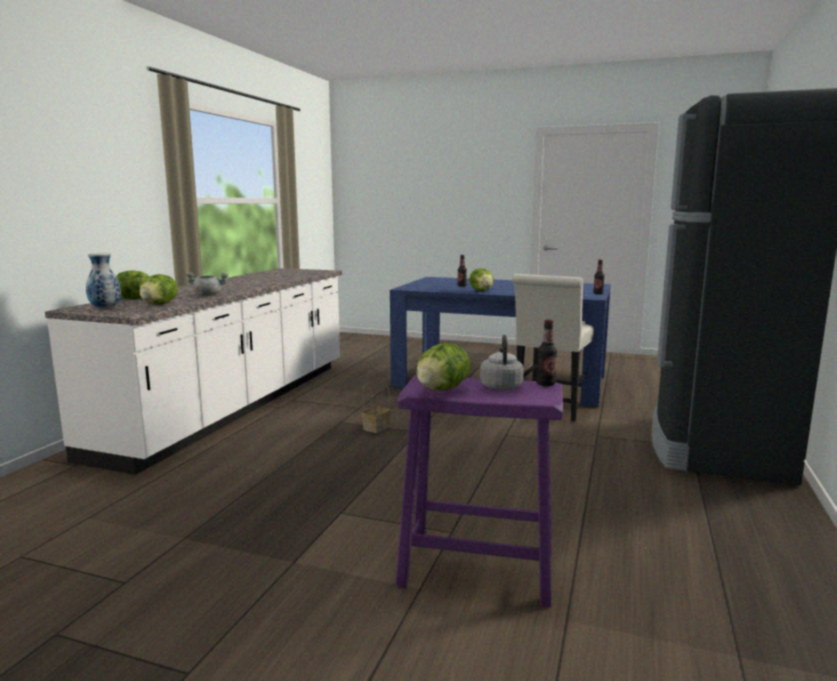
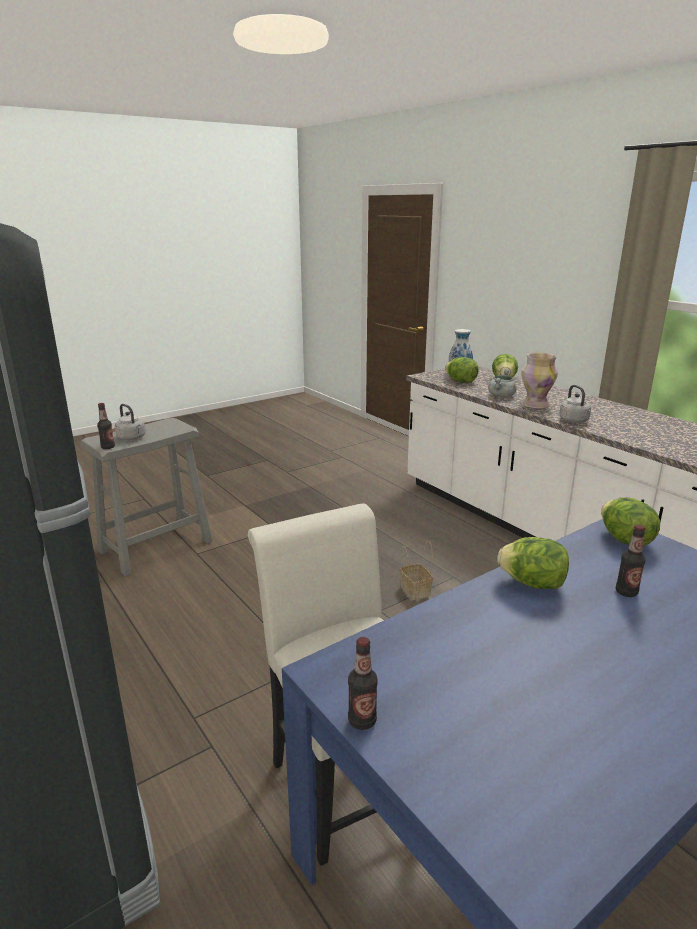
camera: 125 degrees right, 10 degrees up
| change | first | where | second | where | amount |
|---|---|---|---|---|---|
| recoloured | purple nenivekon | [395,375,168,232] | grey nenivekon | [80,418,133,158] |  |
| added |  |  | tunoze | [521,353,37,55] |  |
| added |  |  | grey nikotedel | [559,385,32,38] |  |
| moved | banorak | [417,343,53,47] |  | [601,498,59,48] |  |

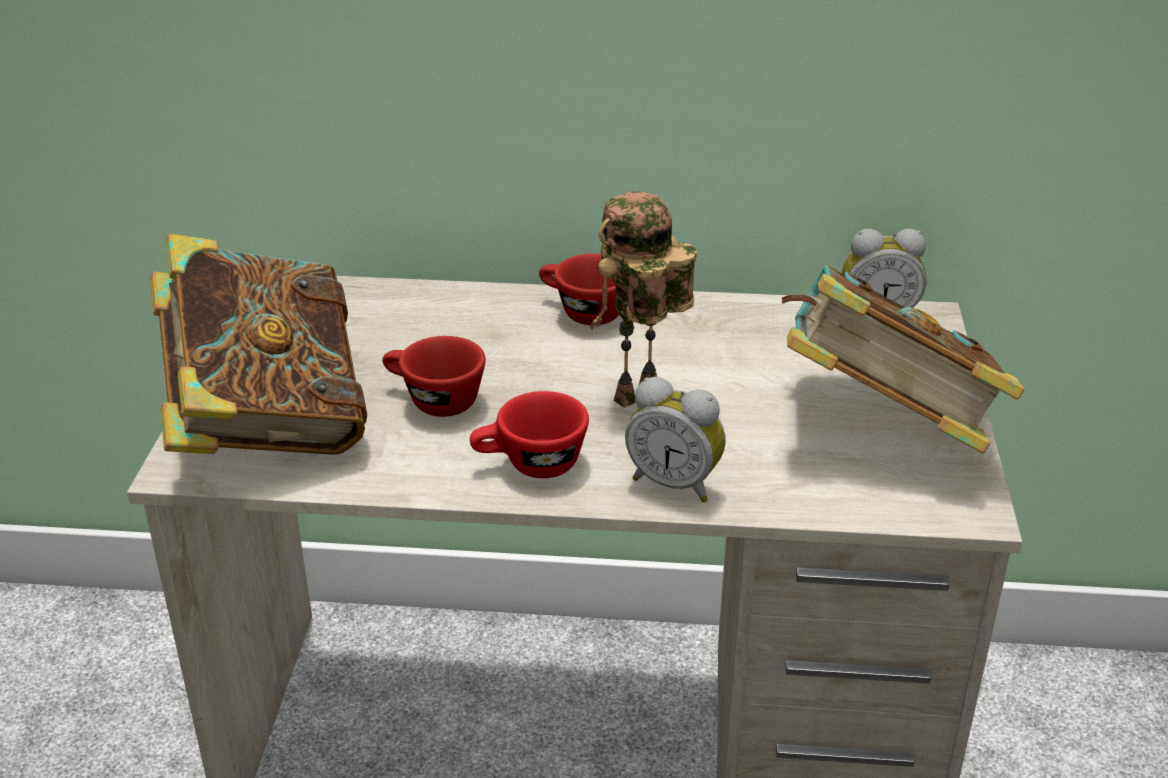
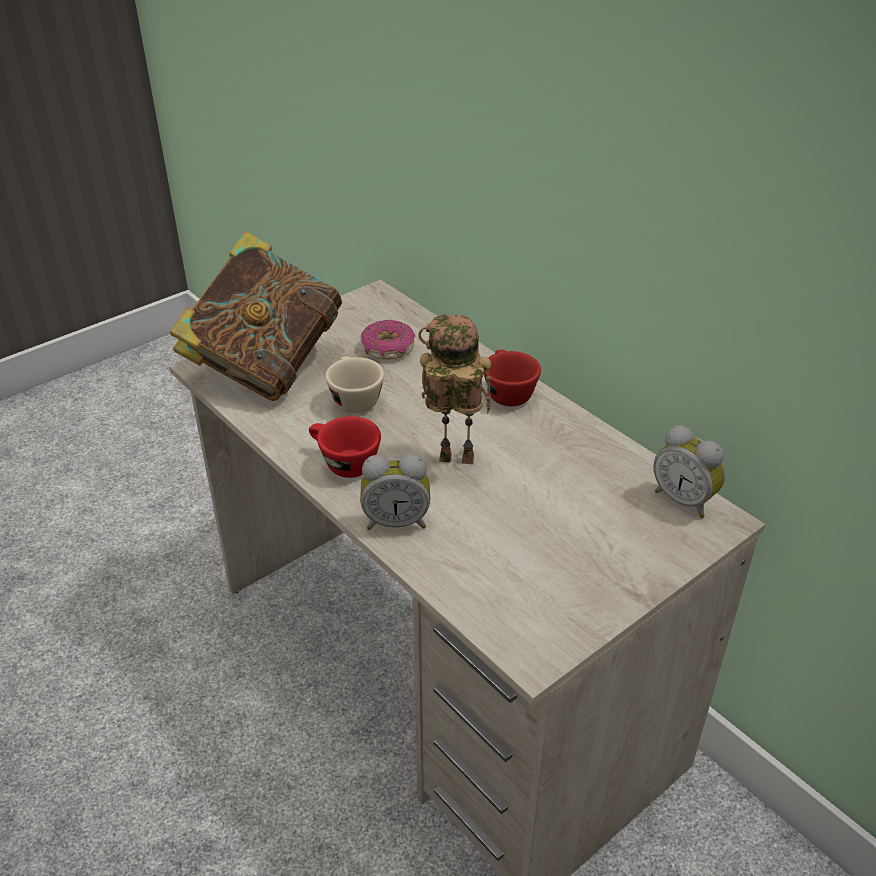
camera: 45 degrees right, 5 degrees up
| change | first | where | second | where | amount |
|---|---|---|---|---|---|
| recoloured | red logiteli | [382,336,104,81] | beige logiteli | [325,356,59,57] |  |
| turned | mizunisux | [625,377,101,126] |  | [360,454,70,76] | 75 degrees counterclockwise |
| added |  |  | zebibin | [361,320,54,40] |  |
| removed | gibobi | [782,265,243,188] |  |  |  |

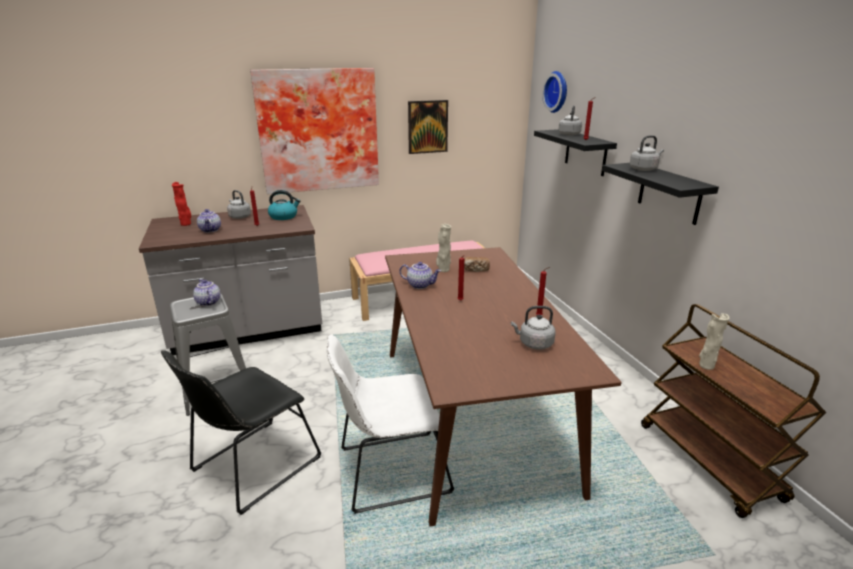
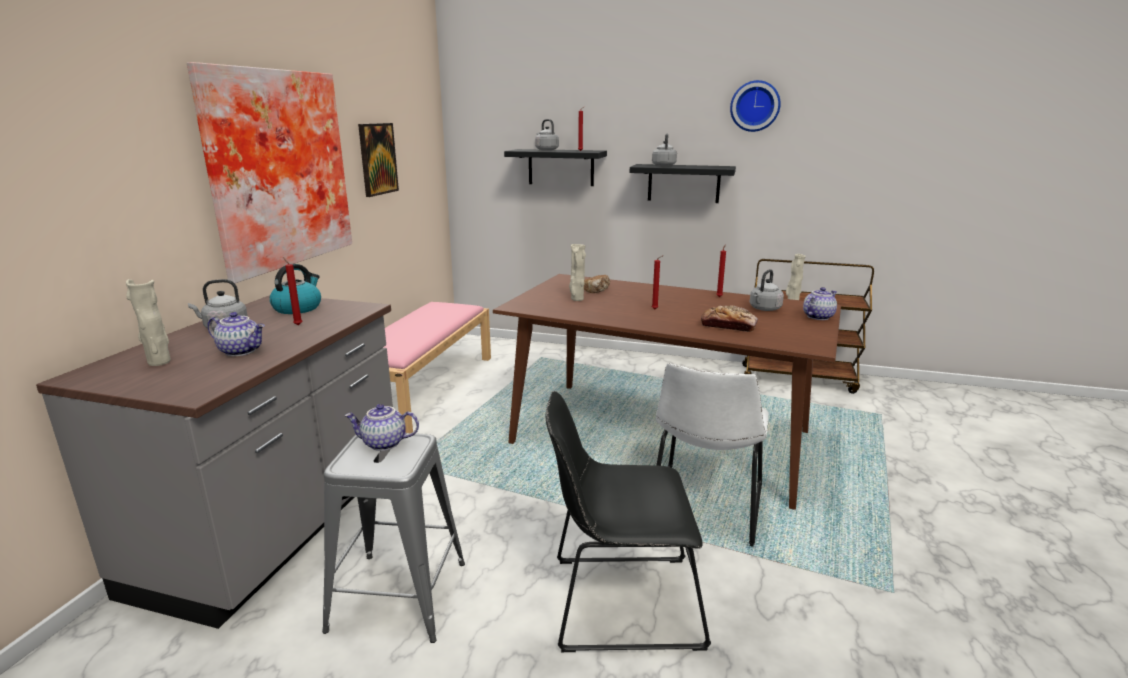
camera: 55 degrees left, 5 degrees down
| change | first | where | second | where | amount |
|---|---|---|---|---|---|
| recoloured | red tunoze | [172,182,19,44] | beige tunoze | [126,279,45,87] |  |
| turned | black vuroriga | [161,350,160,165] |  | [546,391,165,261] | 105 degrees clockwise |
| added |  |  | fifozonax | [701,305,57,27] |  |
| moved | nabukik | [542,71,25,42] |  | [730,80,51,52] |  |
| moved | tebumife | [399,262,42,27] |  | [803,287,34,33] |  |

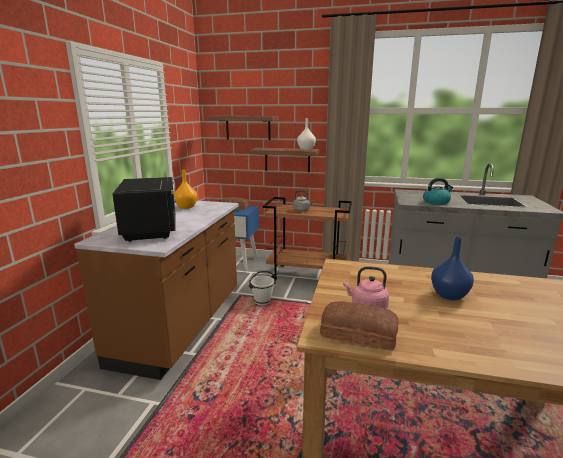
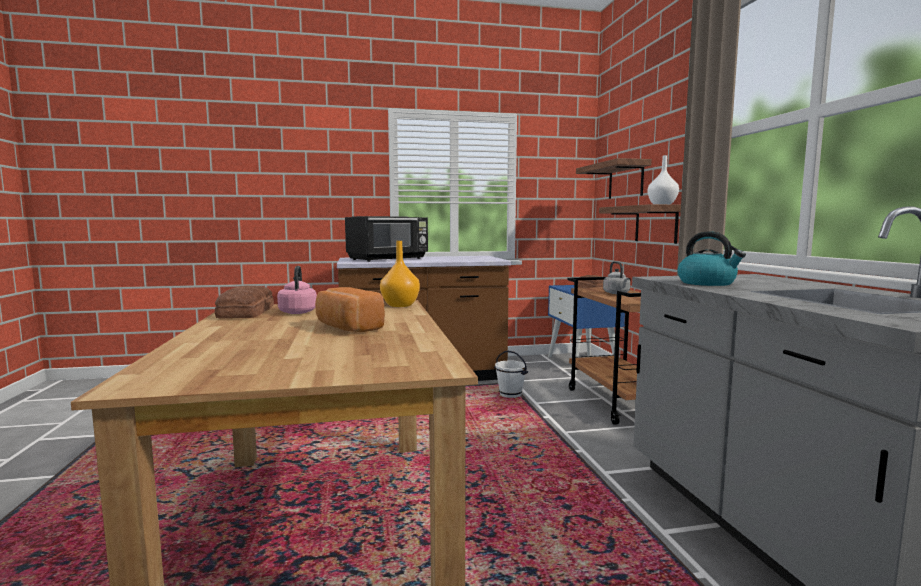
camera: 65 degrees right, 10 degrees down
| change | first | where | second | where | amount |
|---|---|---|---|---|---|
| replaced | blue tunoze | [431,236,43,64] | fifozonax | [315,287,70,45] |  |
| moved | orange tunoze | [174,170,24,39] |  | [380,241,40,66] |  |

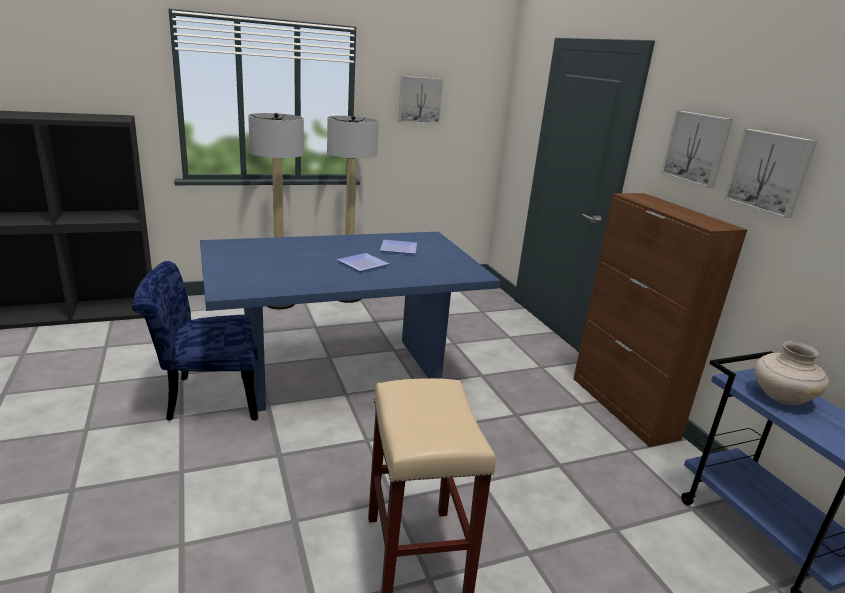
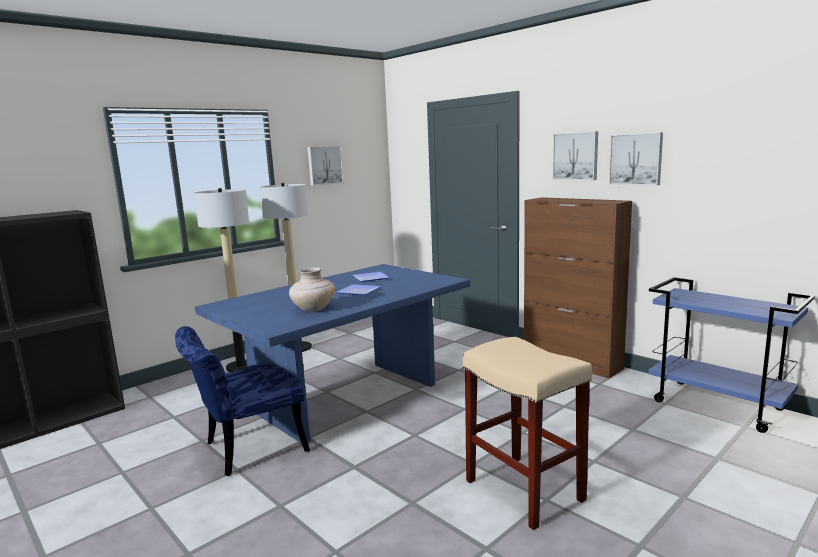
camera: 20 degrees left, 10 degrees down
| change | first | where | second | where | amount |
|---|---|---|---|---|---|
| moved | beige tunoze | [754,341,75,64] |  | [289,267,46,45] |  |

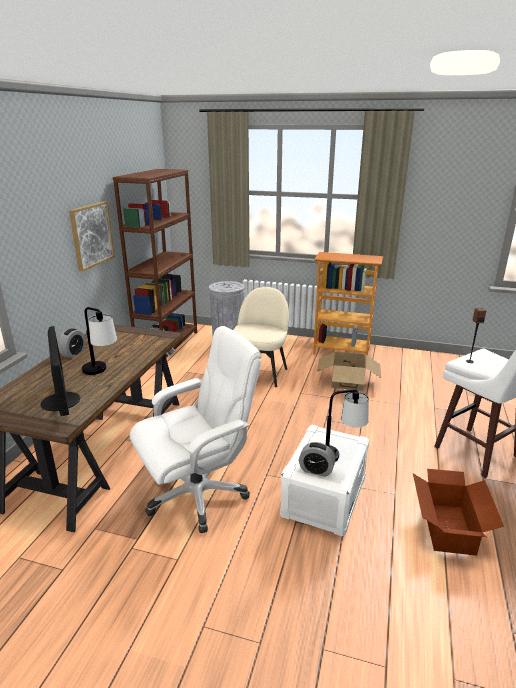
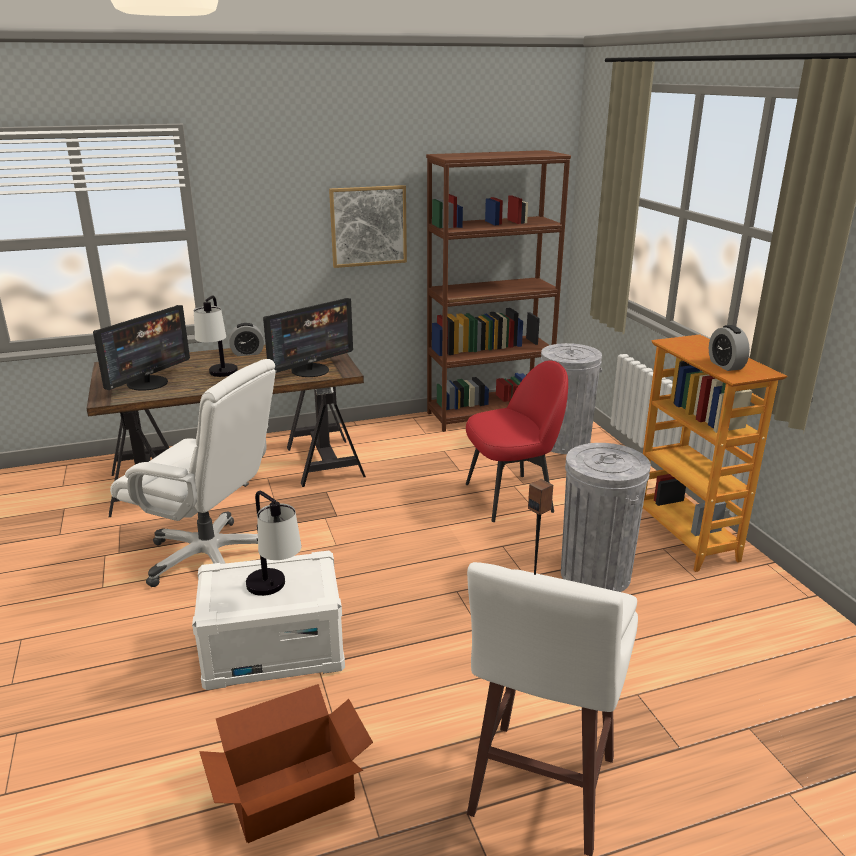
camera: 55 degrees right, 0 degrees up
| change | first | where | second | where | amount |
|---|---|---|---|---|---|
| added |  |  | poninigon | [263,298,90,79] |  |
| recoloured | beige vuroriga | [233,287,56,100] | red vuroriga | [466,360,102,162] |  |
| replaced | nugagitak | [317,352,64,39] | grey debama | [561,443,90,149] |  |
| moved | mizunisux | [299,442,36,35] |  | [709,325,41,46] |  |

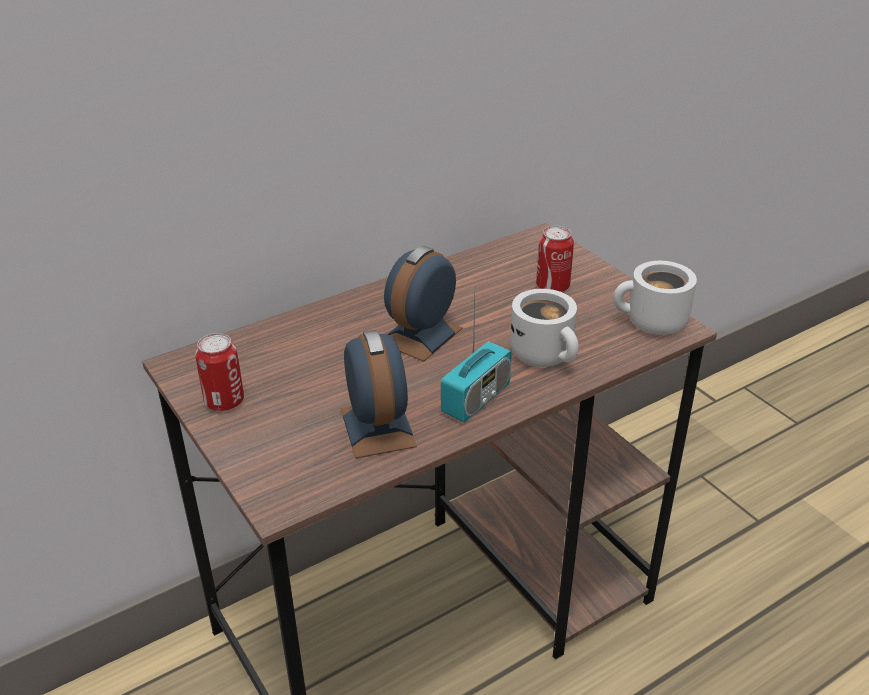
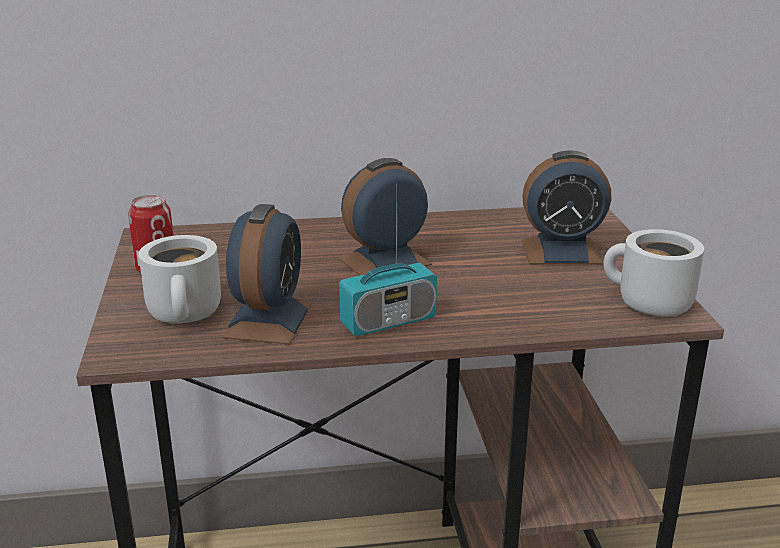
camera: 25 degrees right, 10 degrees down
| change | first | where | second | where | amount |
|---|---|---|---|---|---|
| moved | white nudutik | [510,289,69,78] |  | [138,235,83,88] |  |
| replaced | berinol | [536,226,38,66] | mizunisux | [522,150,89,114] |  |

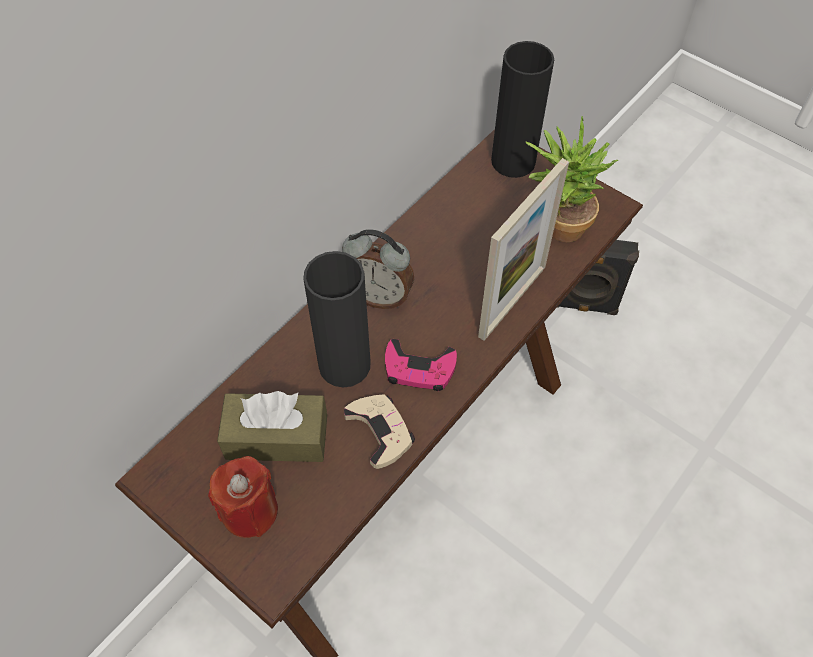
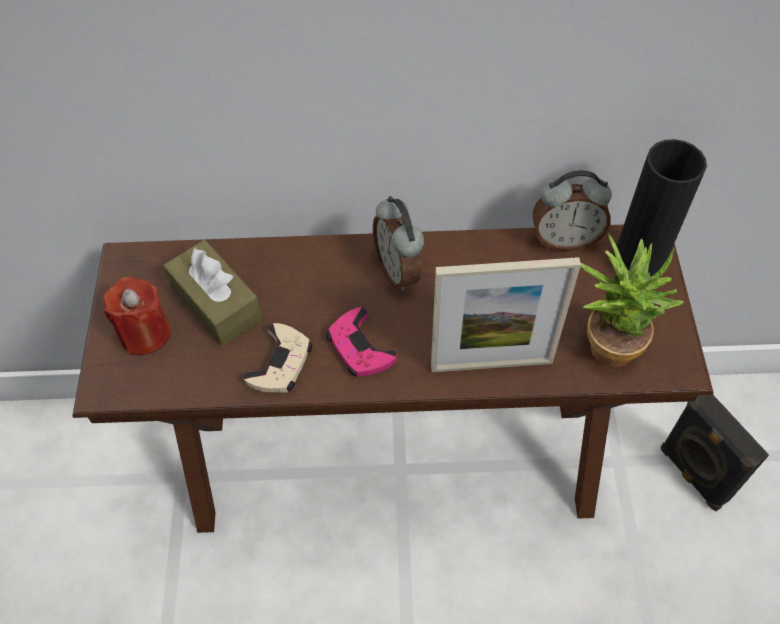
camera: 50 degrees right, 0 degrees up
| change | first | where | second | where | amount |
|---|---|---|---|---|---|
| added |  |  | mizunisux | [533,170,79,81] |  |
| removed | black tunoze | [303,251,68,137] |  |  |  |

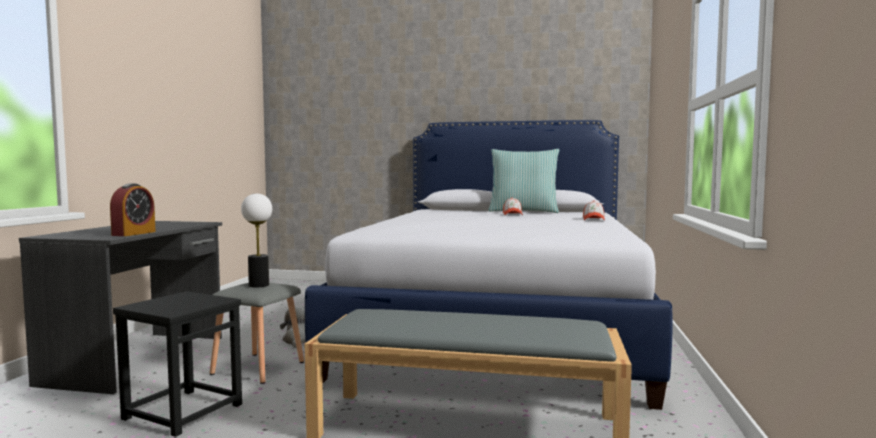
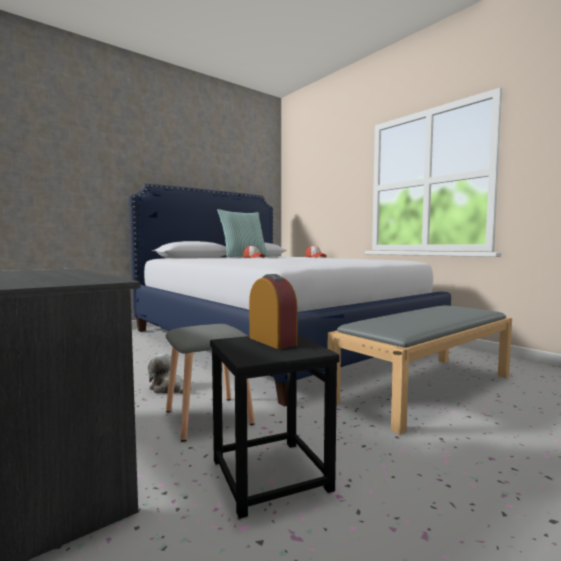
camera: 50 degrees left, 0 degrees up
| change | first | where | second | where | amount |
|---|---|---|---|---|---|
| moved | mizunisux | [110,183,46,53] |  | [249,274,48,75] |  |
| removed | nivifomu | [241,193,31,94] |  |  |  |

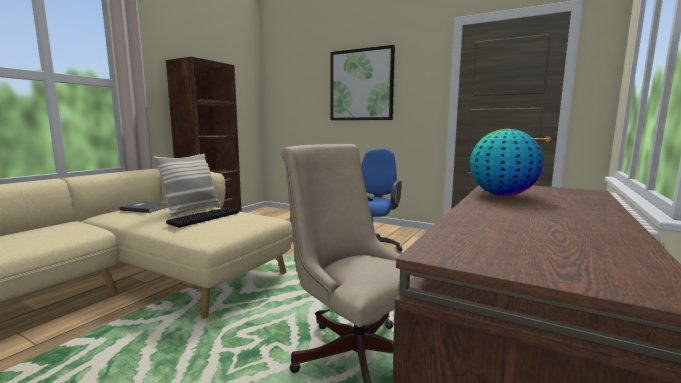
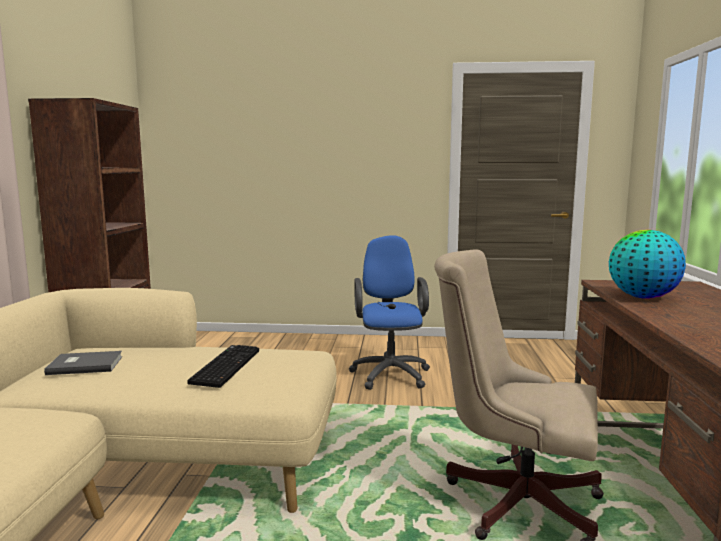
camera: 25 degrees left, 0 degrees up
| change | first | where | second | where | amount |
|---|---|---|---|---|---|
| removed | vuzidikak | [153,153,67,64] |  |  |  |
| removed | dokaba | [330,45,65,75] |  |  |  |

